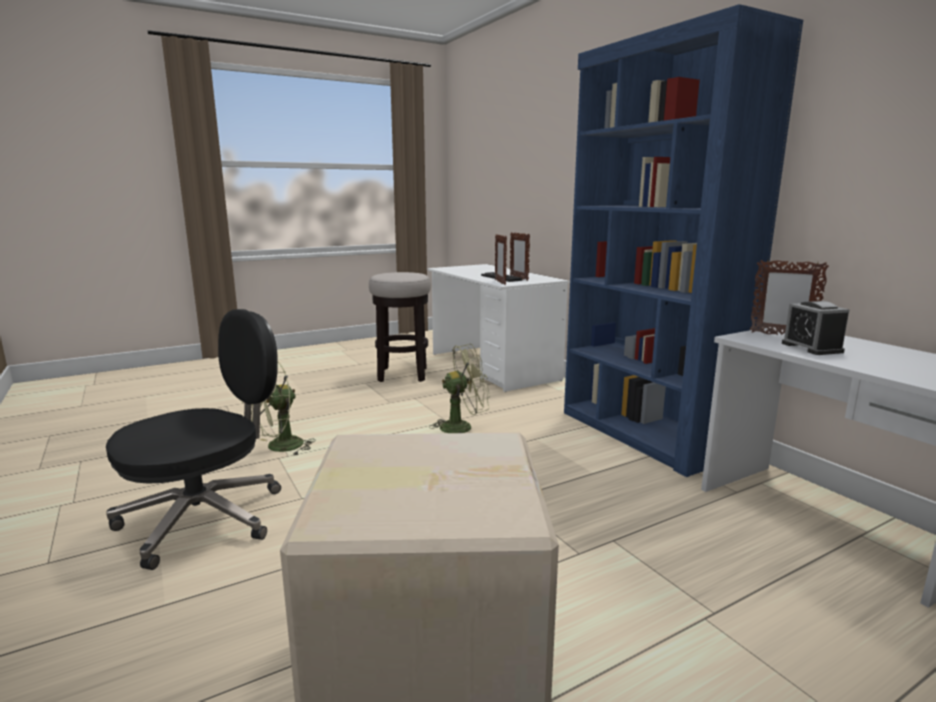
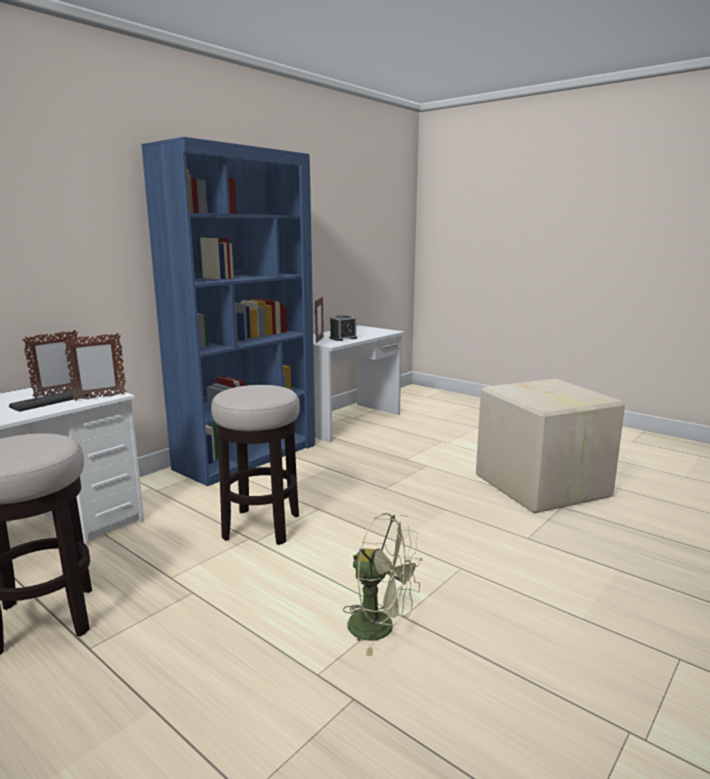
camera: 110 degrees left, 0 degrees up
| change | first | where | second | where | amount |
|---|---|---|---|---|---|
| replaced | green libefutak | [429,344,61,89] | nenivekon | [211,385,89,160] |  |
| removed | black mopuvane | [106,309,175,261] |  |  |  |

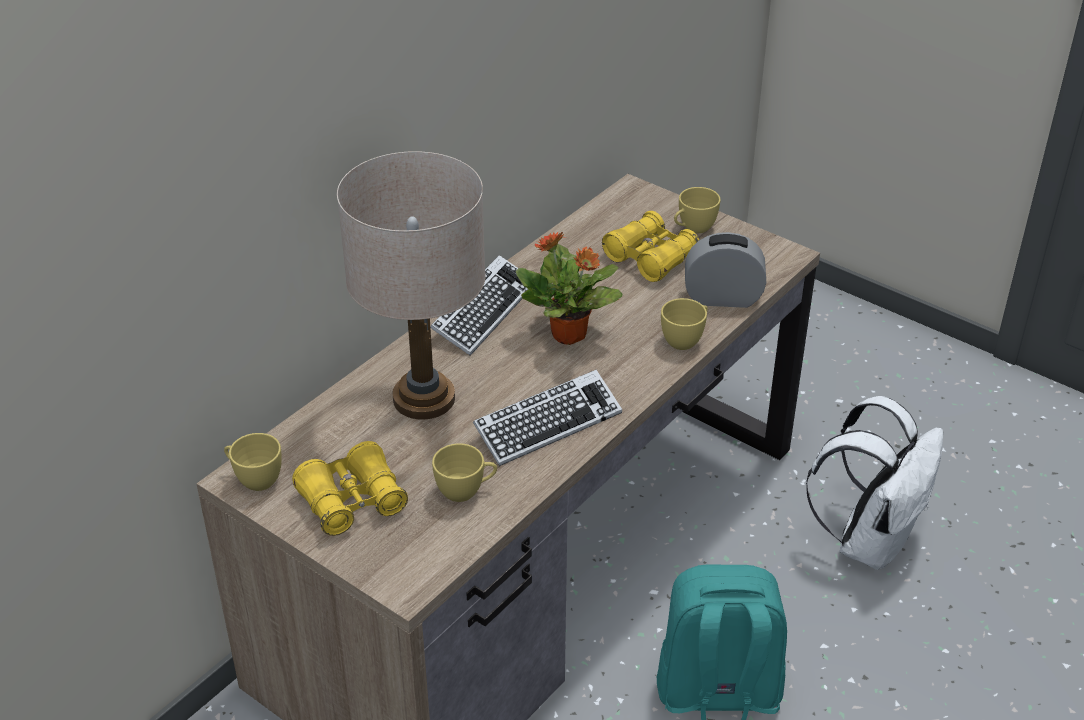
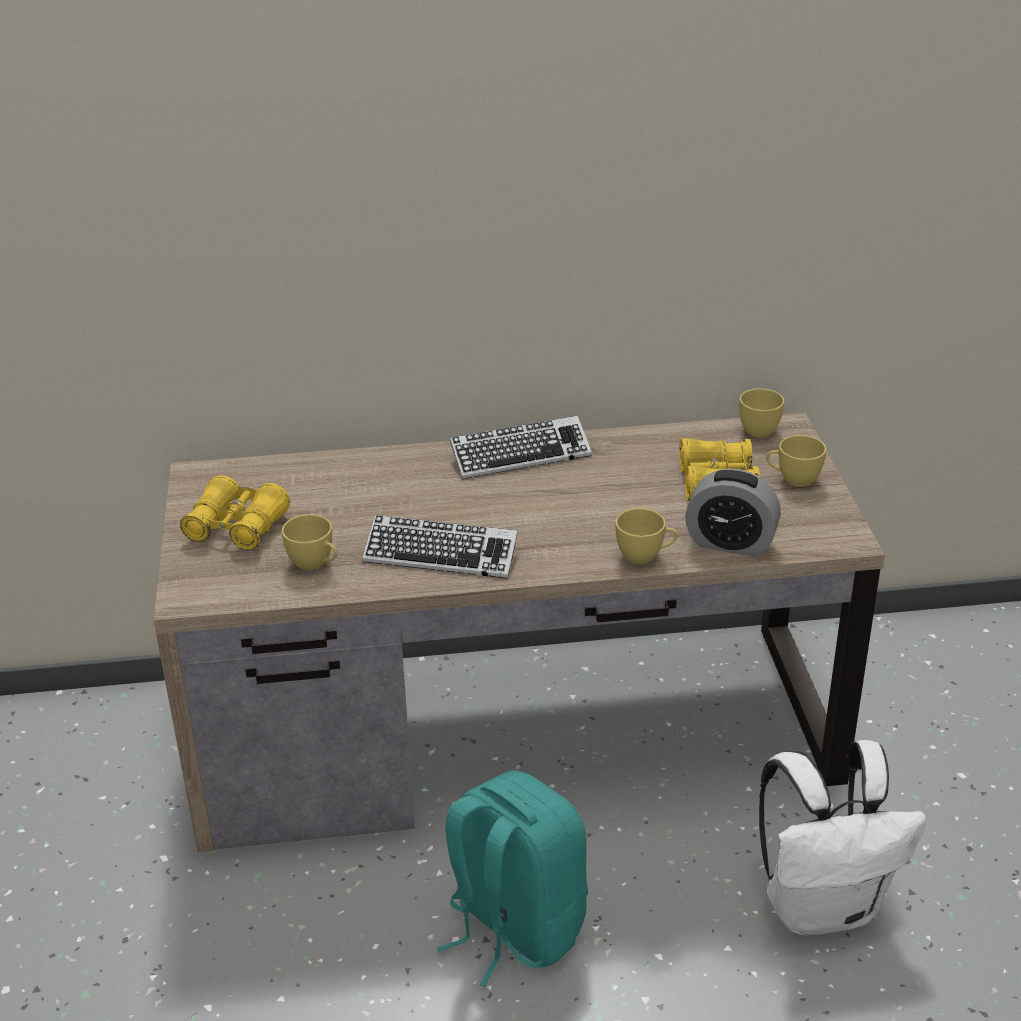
camera: 45 degrees right, 5 degrees down
| change | first | where | second | where | amount |
|---|---|---|---|---|---|
| turned | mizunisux | [685,232,81,76] |  | [685,469,96,88] | 150 degrees clockwise |
| moved | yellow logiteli | [224,433,58,58] |  | [739,388,46,50] |  |
| removed | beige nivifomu | [337,151,149,269] |  |  |  |
| removed | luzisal | [516,231,106,114] |  |  |  |

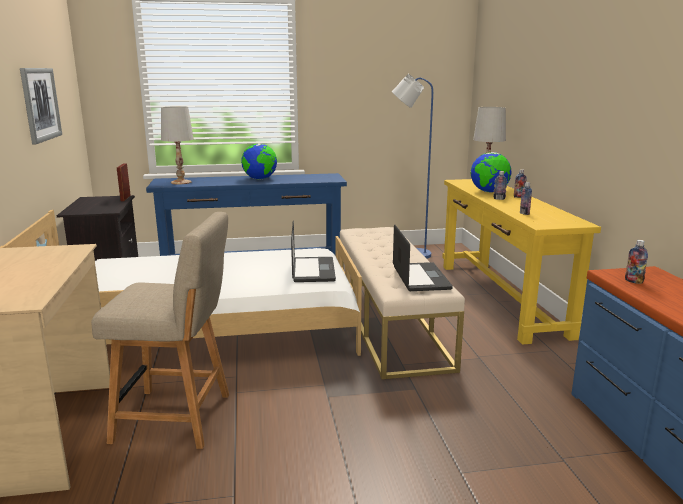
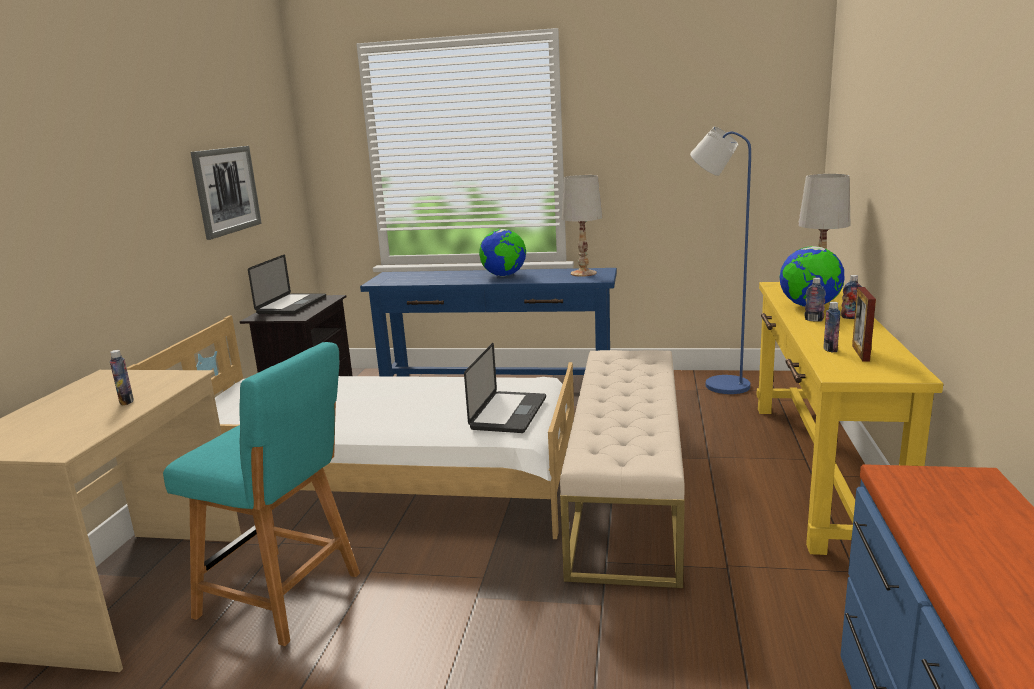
camera: 20 degrees right, 0 degrees up
| change | first | where | second | where | amount |
|---|---|---|---|---|---|
| moved | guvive | [625,240,23,44] |  | [110,350,24,56] |  |
| recoloured | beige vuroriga | [91,212,138,237] | turquoise vuroriga | [163,342,197,304] |  |
| moved | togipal | [393,225,60,66] |  | [248,255,78,59] |  |
| moved | white nivifomu | [161,106,33,79] |  | [562,175,41,102] |  |
| moved | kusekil | [117,163,14,38] |  | [852,287,24,75] |  |

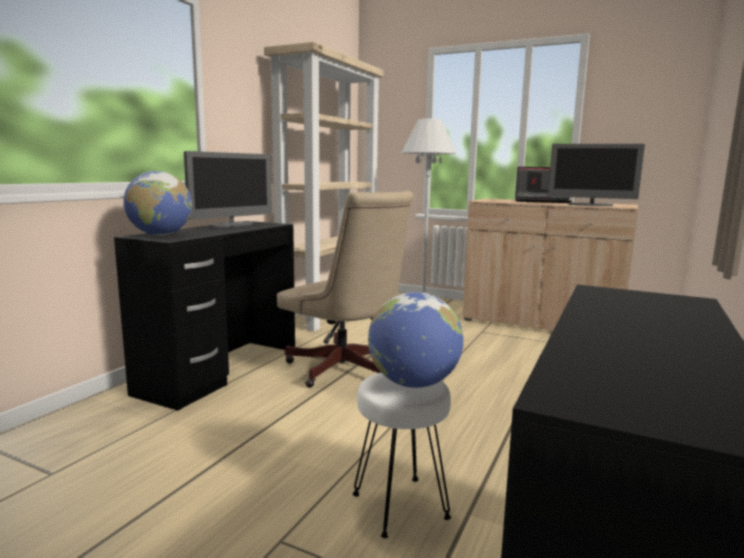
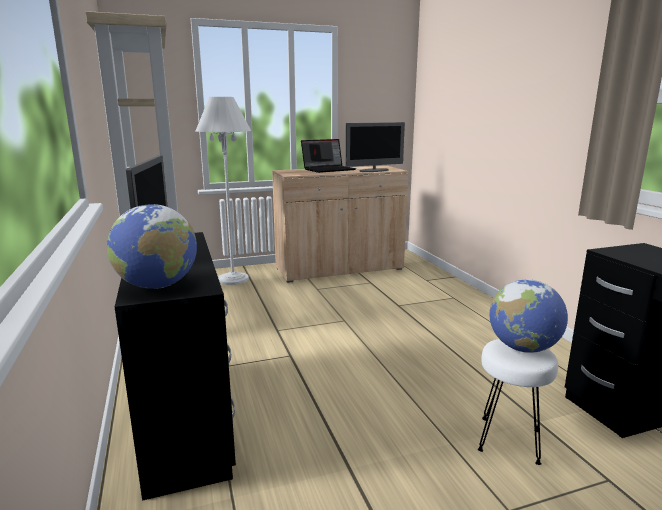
camera: 45 degrees left, 5 degrees up
| change | first | where | second | where | amount |
|---|---|---|---|---|---|
| removed | beige mopuvane | [277,191,137,197] |  |  |  |

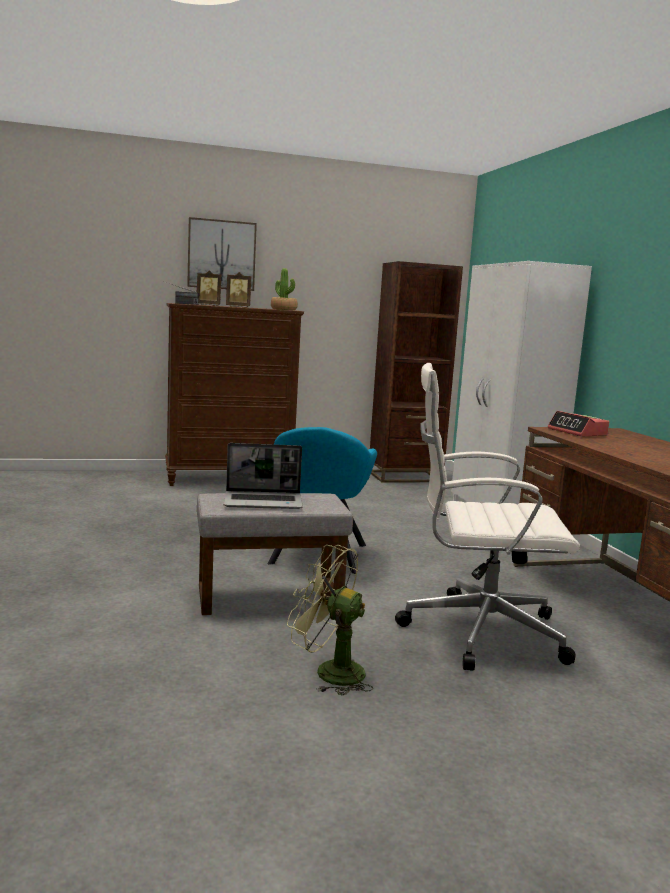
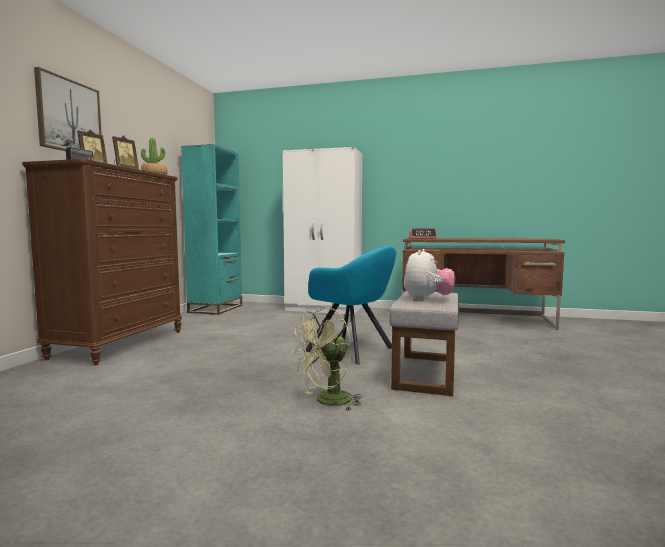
camera: 60 degrees left, 5 degrees down
| change | first | where | second | where | amount |
|---|---|---|---|---|---|
| recoloured | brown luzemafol | [370,261,93,222] | turquoise luzemafol | [181,144,61,171] |  |
| moved | green libefutak | [287,545,86,151] |  | [292,307,71,103] |  |
| replaced | togipal | [224,443,79,66] | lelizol | [404,249,51,52] |  |
| removed | white mopuvane | [395,363,185,308] |  |  |  |

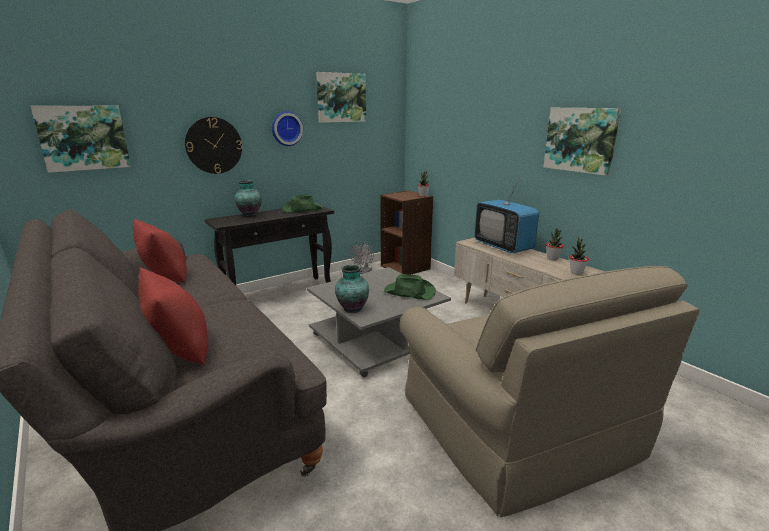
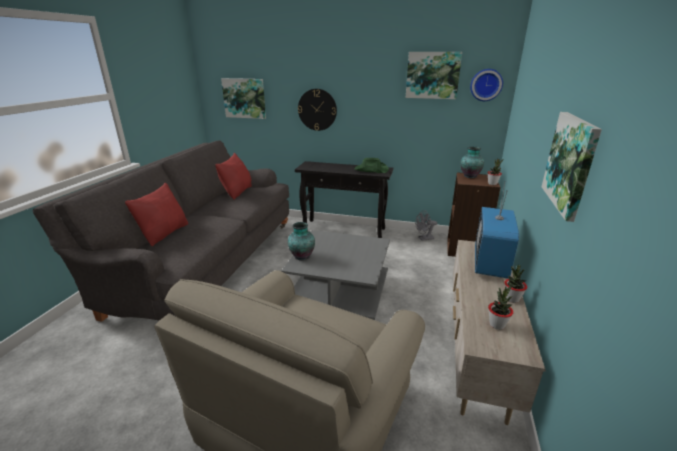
camera: 50 degrees right, 5 degrees up
| change | first | where | second | where | amount |
|---|---|---|---|---|---|
| moved | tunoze | [235,180,27,36] |  | [460,146,24,32] |  |
| moved | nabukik | [272,111,31,35] |  | [470,69,33,32] |  |
| removed | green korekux | [384,274,52,26] |  |  |  |

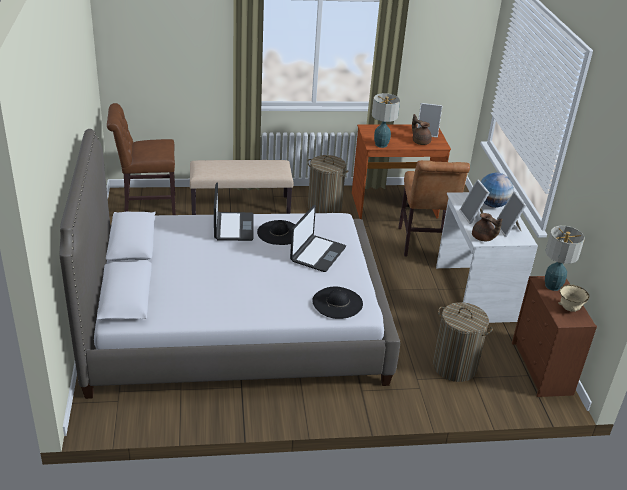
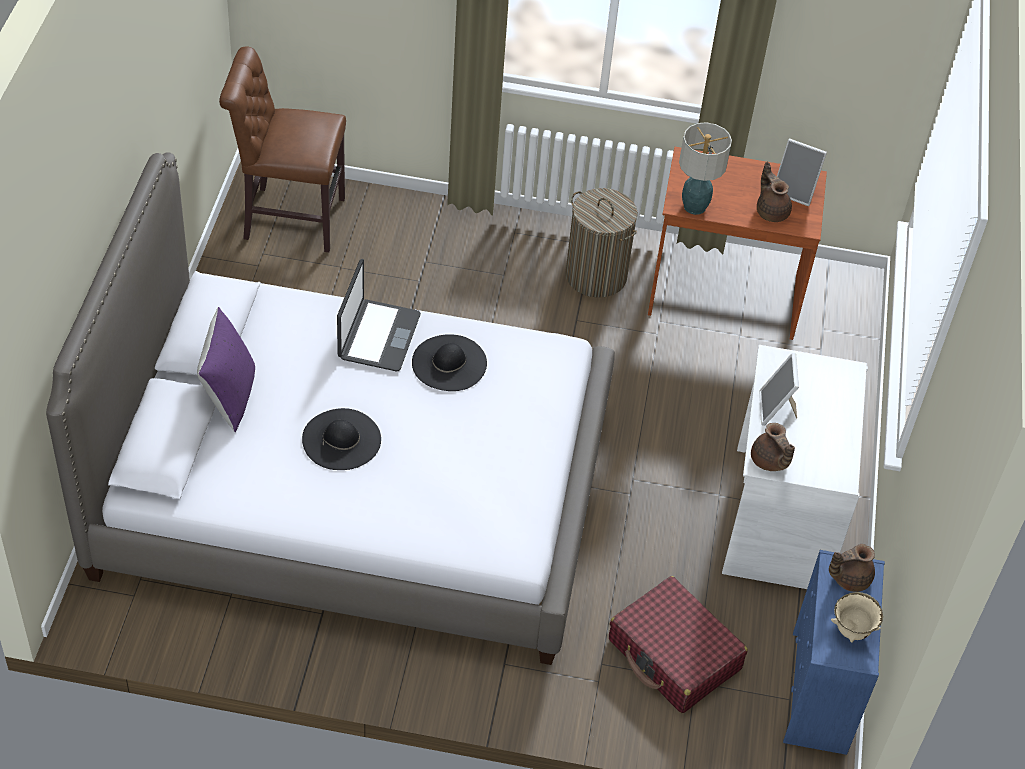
camera: 15 degrees right, 15 degrees up
| change | first | where | second | where | amount |
|---|---|---|---|---|---|
| added |  |  | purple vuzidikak | [197,307,58,125] |  |
| moved | black korekux | [312,287,51,32] |  | [302,408,79,62] |  |
| replaced | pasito | [433,302,60,80] | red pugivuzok | [609,576,139,137] |  |
| recoloured | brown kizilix | [512,276,85,121] | blue kizilix | [783,550,102,205] |  |
| replaced | nivifomu | [545,226,40,65] | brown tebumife | [829,544,46,48] |  |
| removed | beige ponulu | [190,160,103,55] |  |  |  |
| removed | togipal | [290,205,56,67] |  |  |  |
| removed | brown vuroriga | [398,160,72,96] |  |  |  |
| removed | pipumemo | [480,172,34,36] |  |  |  |
| removed | kusekil | [496,192,31,45] |  |  |  |

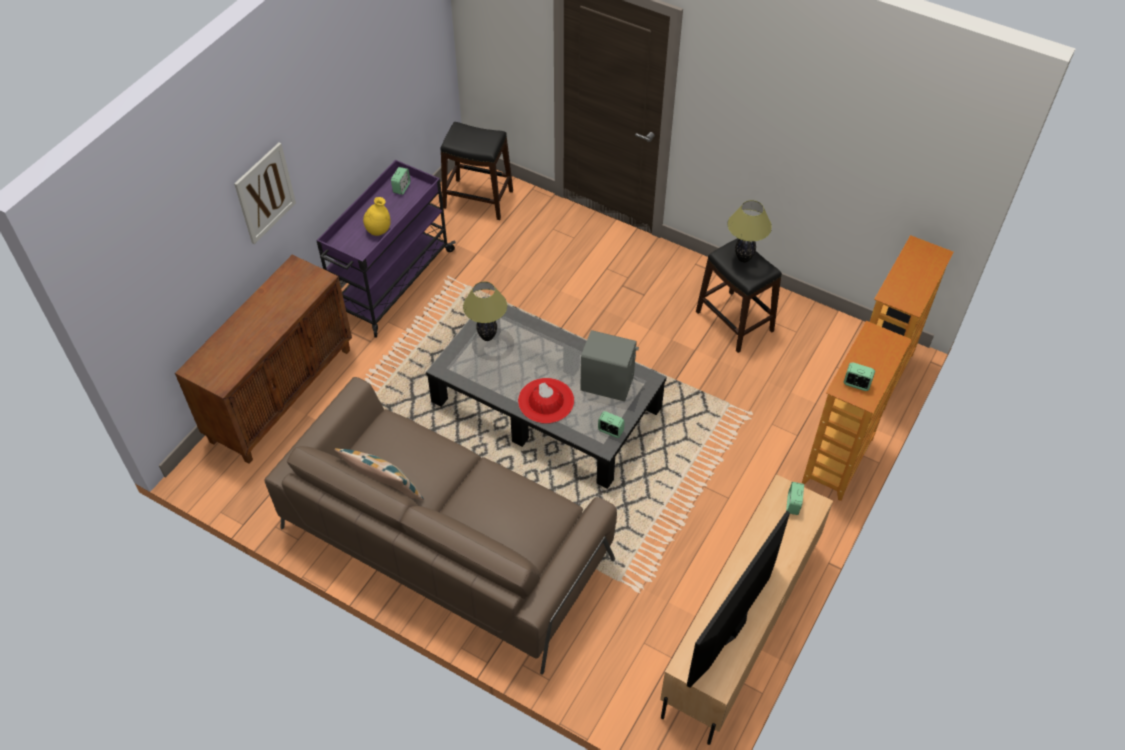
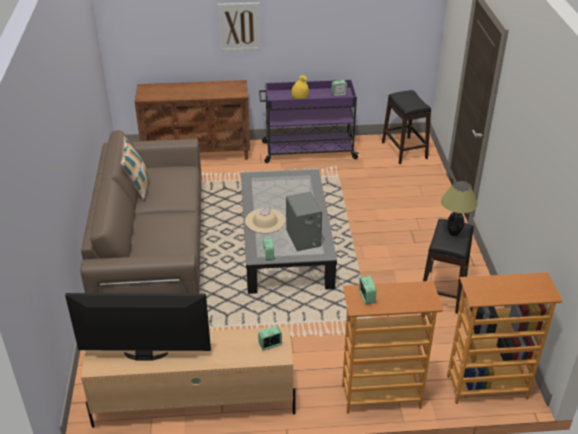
camera: 55 degrees right, 15 degrees down
| change | first | where | second | where | amount |
|---|---|---|---|---|---|
| recoloured | red korekux | [518,378,56,46] | beige korekux | [245,207,40,26] |  |
| removed | nivifomu | [463,282,44,59] |  |  |  |

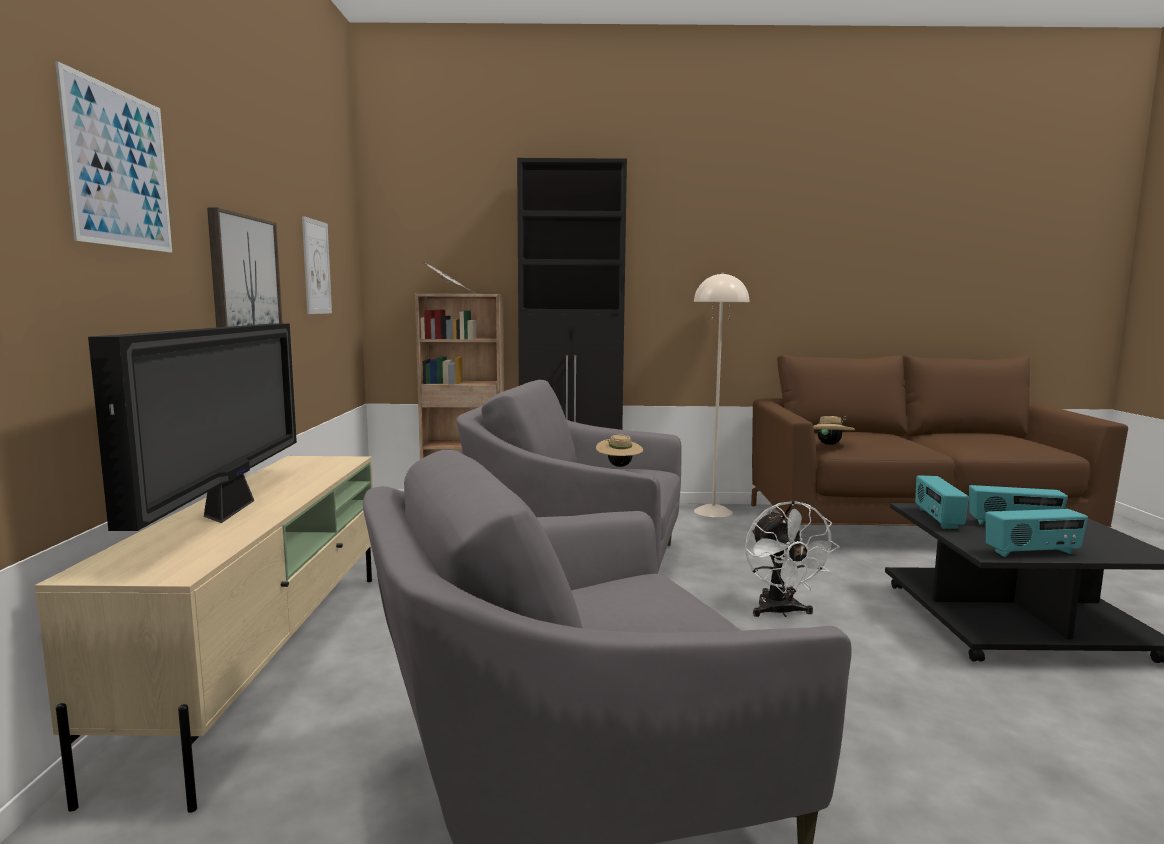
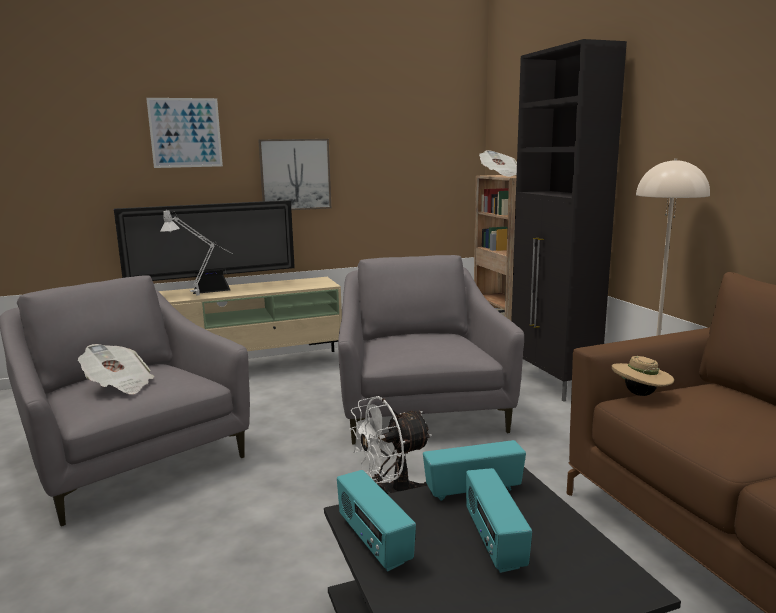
camera: 70 degrees right, 5 degrees up
| change | first | where | second | where | amount |
|---|---|---|---|---|---|
| added |  |  | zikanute | [78,344,76,50] |  |
| added |  |  | grey nivifomu | [161,210,71,87] |  |
| removed | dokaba | [302,216,30,98] |  |  |  |
| removed | beige korekux | [596,435,47,32] |  |  |  |

